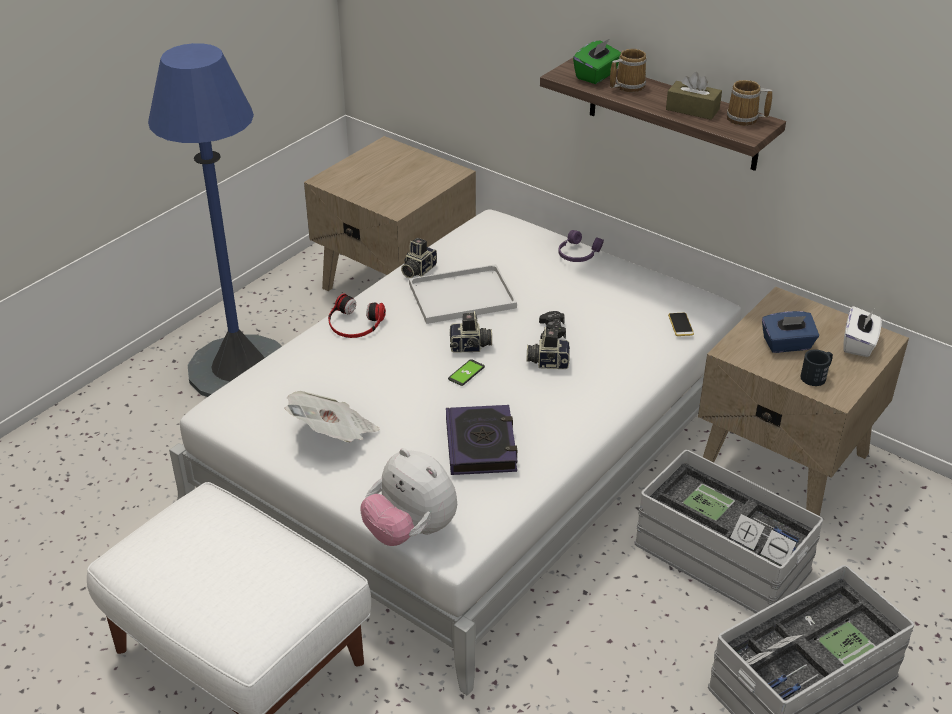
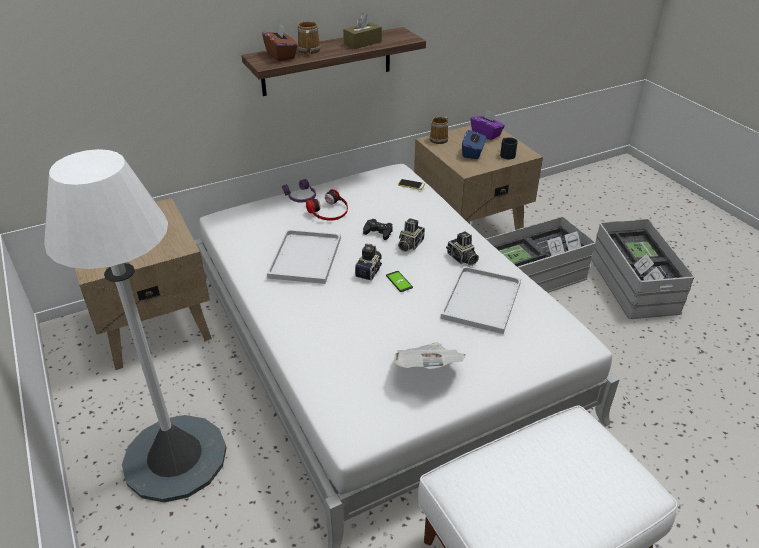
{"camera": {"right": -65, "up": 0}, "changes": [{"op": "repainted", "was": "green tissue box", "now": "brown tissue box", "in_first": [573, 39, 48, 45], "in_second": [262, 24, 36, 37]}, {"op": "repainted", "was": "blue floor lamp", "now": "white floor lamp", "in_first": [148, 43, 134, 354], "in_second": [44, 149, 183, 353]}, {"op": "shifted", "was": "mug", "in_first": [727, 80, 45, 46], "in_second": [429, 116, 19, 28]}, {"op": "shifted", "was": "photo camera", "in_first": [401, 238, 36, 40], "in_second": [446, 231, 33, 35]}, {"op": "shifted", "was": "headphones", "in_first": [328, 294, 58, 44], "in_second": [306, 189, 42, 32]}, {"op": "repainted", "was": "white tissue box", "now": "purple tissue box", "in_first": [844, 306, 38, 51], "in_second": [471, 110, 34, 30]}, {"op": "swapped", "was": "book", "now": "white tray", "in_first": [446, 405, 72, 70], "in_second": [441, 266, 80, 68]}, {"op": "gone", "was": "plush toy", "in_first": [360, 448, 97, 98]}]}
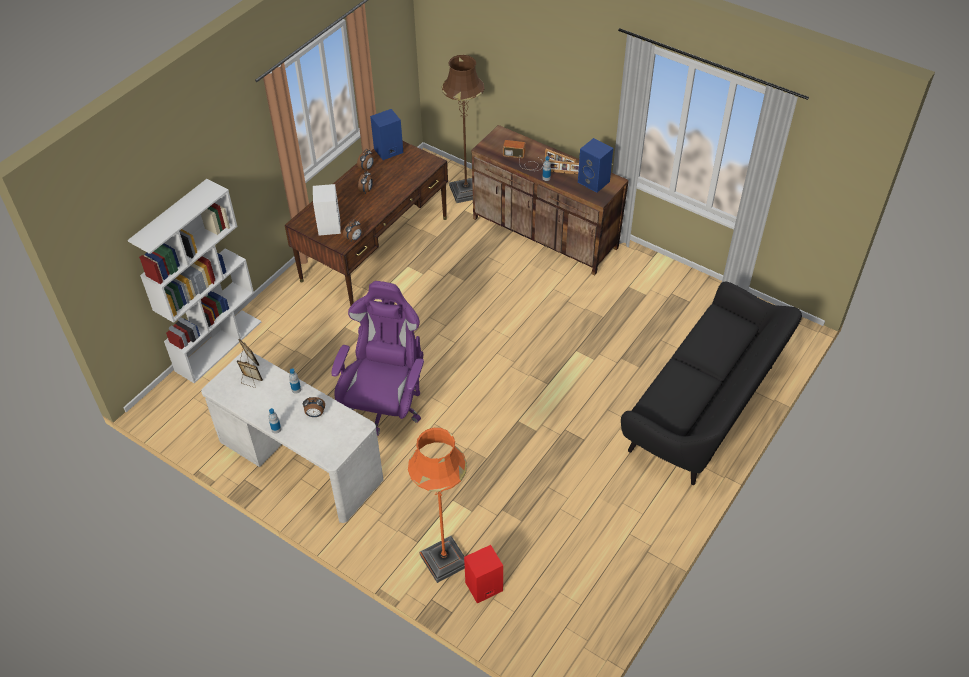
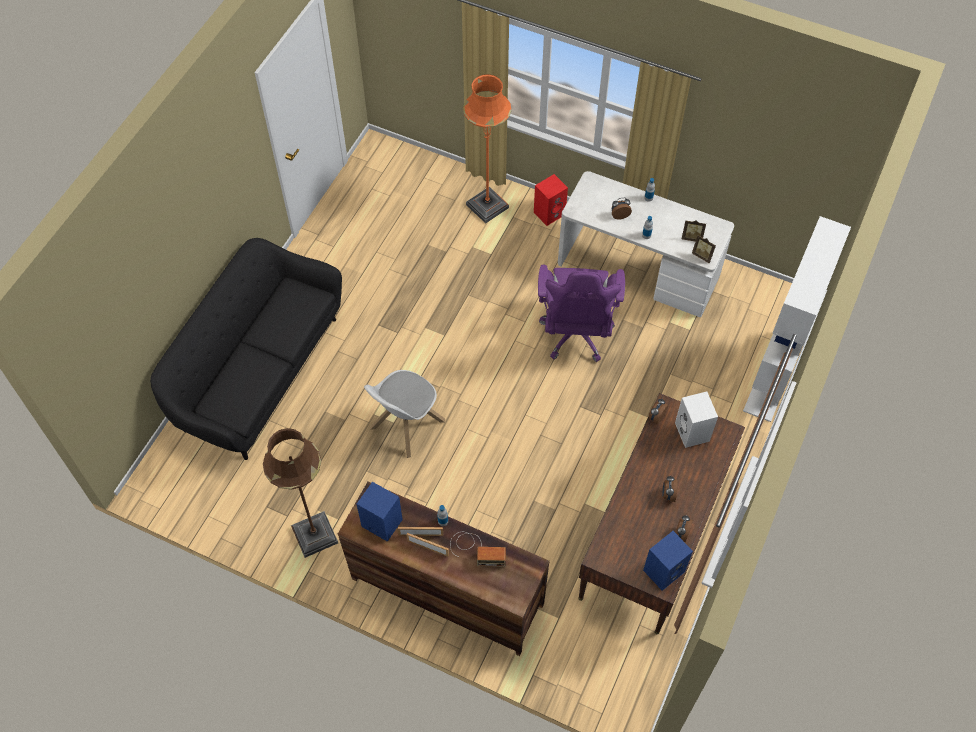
{"camera": {"right": 170, "up": 10}, "changes": [{"op": "shifted", "was": "brown floor lamp", "in_first": [442, 55, 42, 148], "in_second": [263, 428, 75, 130]}, {"op": "shifted", "was": "red speaker", "in_first": [464, 545, 39, 58], "in_second": [534, 174, 34, 52]}, {"op": "new", "now": "chair", "in_second": [364, 370, 81, 88]}]}
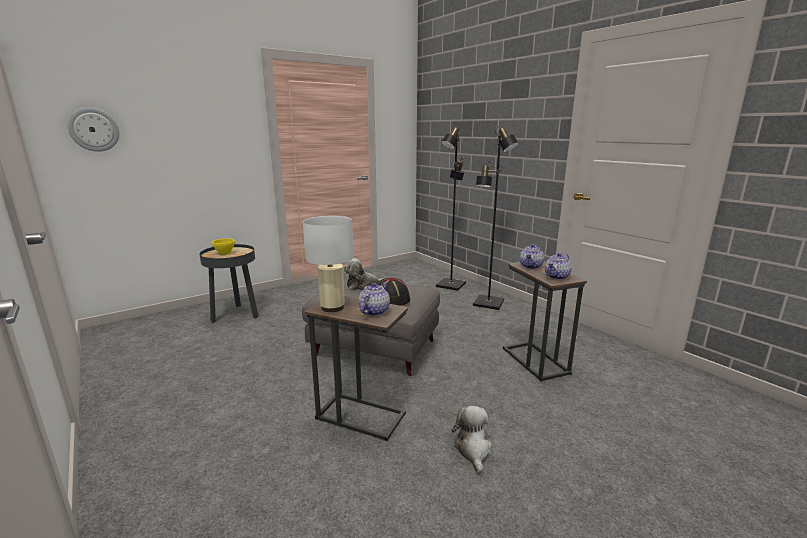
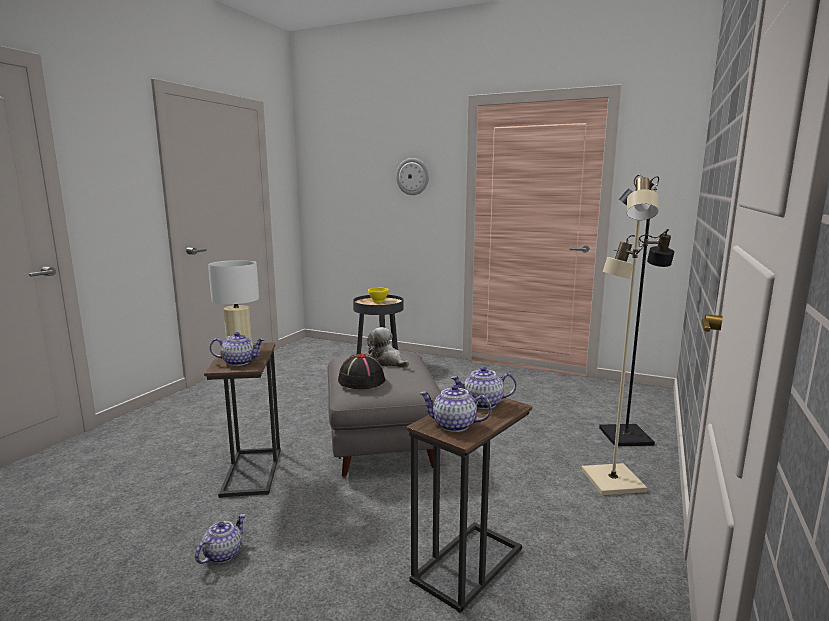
{"camera": {"right": 60, "up": -5}, "changes": [{"op": "shifted", "was": "wall clock", "in_first": [68, 108, 52, 44], "in_second": [396, 158, 33, 37]}, {"op": "repainted", "was": "black floor lamp", "now": "beige floor lamp", "in_first": [473, 126, 46, 184], "in_second": [581, 174, 77, 321]}, {"op": "swapped", "was": "plush toy", "now": "teapot", "in_first": [452, 406, 40, 68], "in_second": [195, 514, 51, 50]}]}
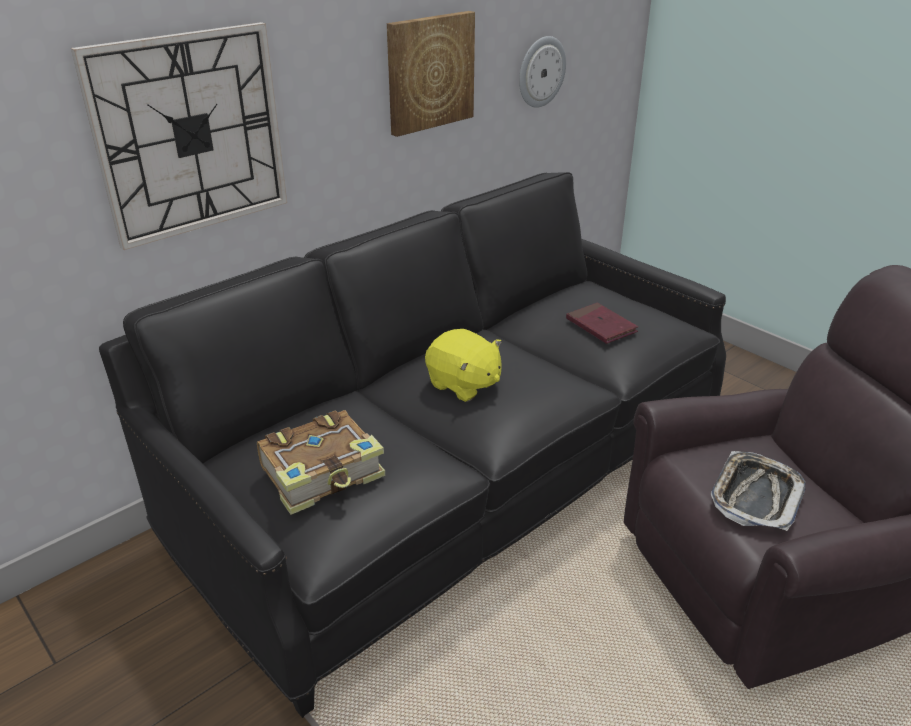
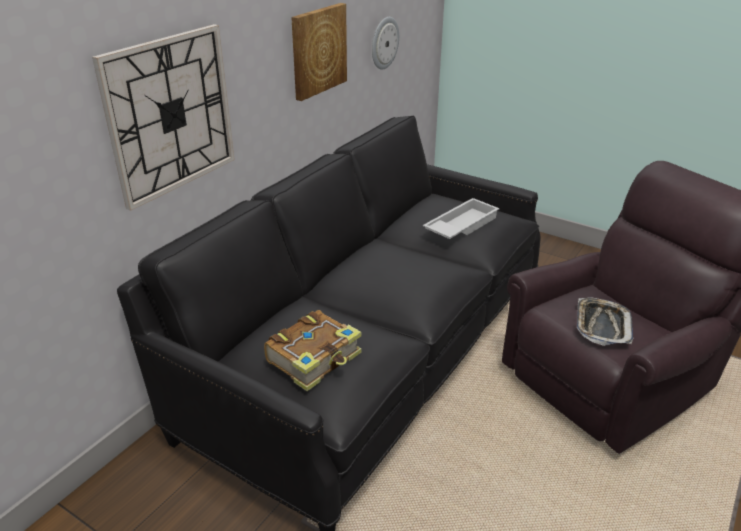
{"camera": {"right": -15, "up": 0}, "changes": [{"op": "swapped", "was": "red book", "now": "white tray", "in_first": [566, 303, 72, 41], "in_second": [423, 198, 76, 41]}, {"op": "gone", "was": "yellow plush toy", "in_first": [425, 329, 77, 73]}]}
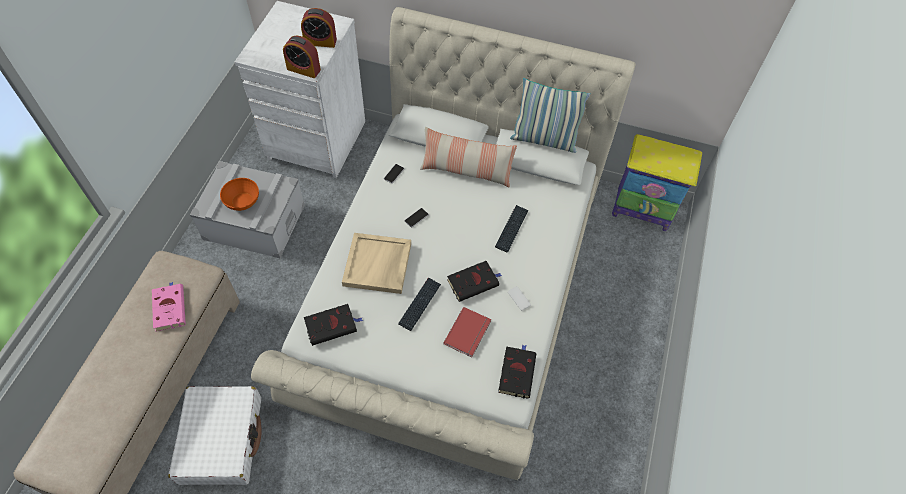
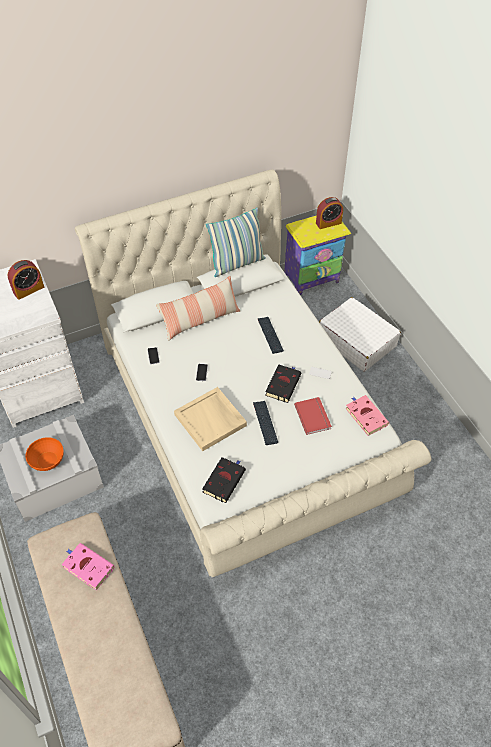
{"camera": {"right": -40, "up": -5}, "changes": [{"op": "shifted", "was": "alarm clock", "in_first": [283, 36, 38, 42], "in_second": [316, 197, 27, 32]}, {"op": "repainted", "was": "black book", "now": "pink book", "in_first": [498, 344, 39, 55], "in_second": [345, 395, 44, 41]}, {"op": "shifted", "was": "white suitcase", "in_first": [168, 386, 94, 99], "in_second": [319, 297, 82, 74]}]}
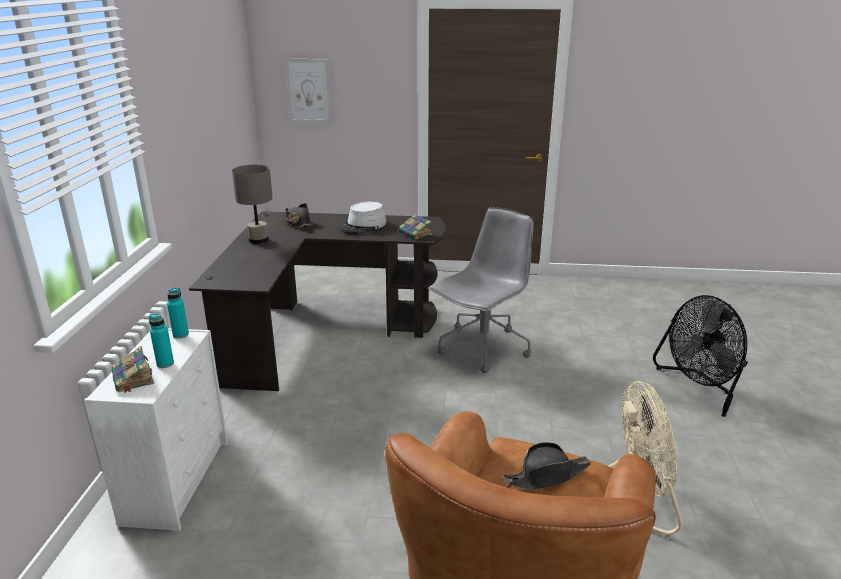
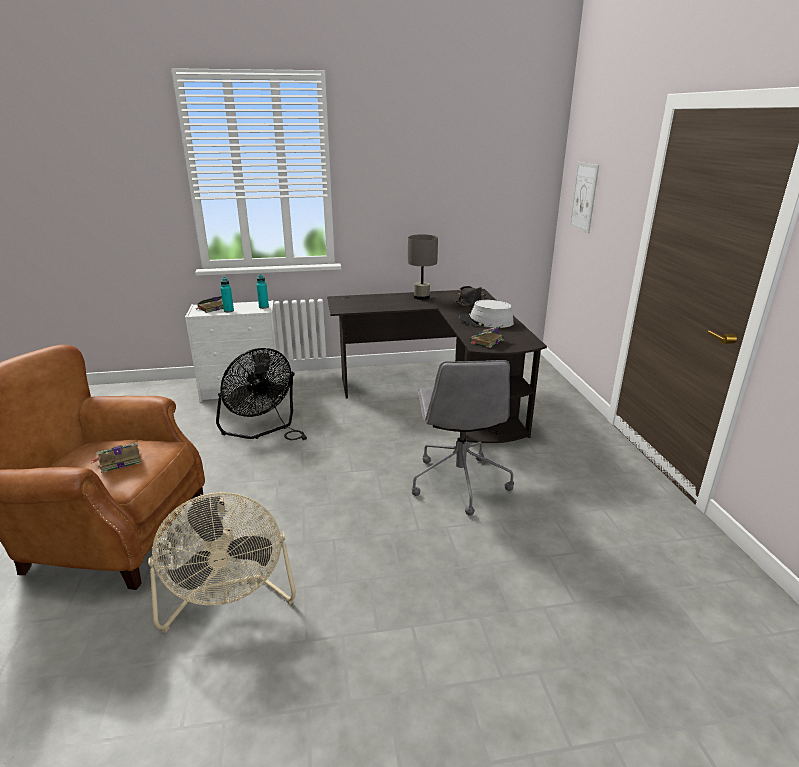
{"camera": {"right": 75, "up": 0}, "changes": [{"op": "rotated", "was": "grey office chair", "in_first": [428, 207, 106, 166], "in_second": [412, 360, 102, 156], "clockwise": 60}, {"op": "shifted", "was": "black fan", "in_first": [653, 295, 95, 122], "in_second": [216, 348, 91, 92]}, {"op": "swapped", "was": "black hat", "now": "book", "in_first": [503, 442, 88, 48], "in_second": [91, 442, 51, 31]}]}
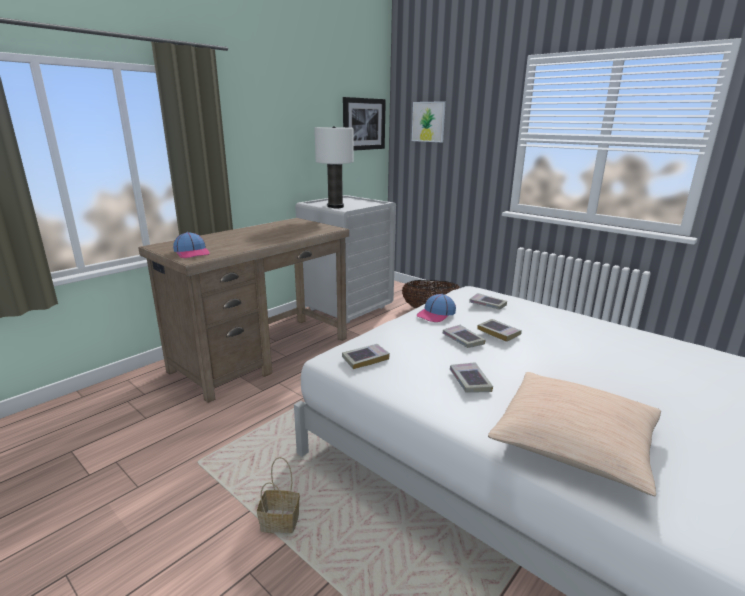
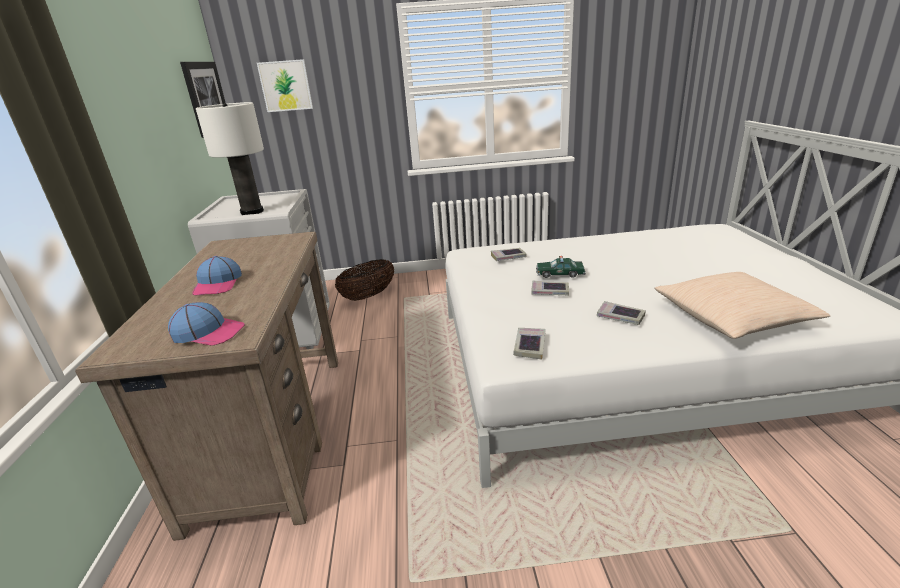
{"camera": {"right": -45, "up": 5}, "changes": [{"op": "shifted", "was": "cap", "in_first": [417, 294, 39, 28], "in_second": [192, 256, 50, 40]}, {"op": "swapped", "was": "book", "now": "toy car", "in_first": [477, 319, 45, 23], "in_second": [536, 256, 50, 22]}, {"op": "gone", "was": "basket", "in_first": [257, 457, 43, 76]}]}
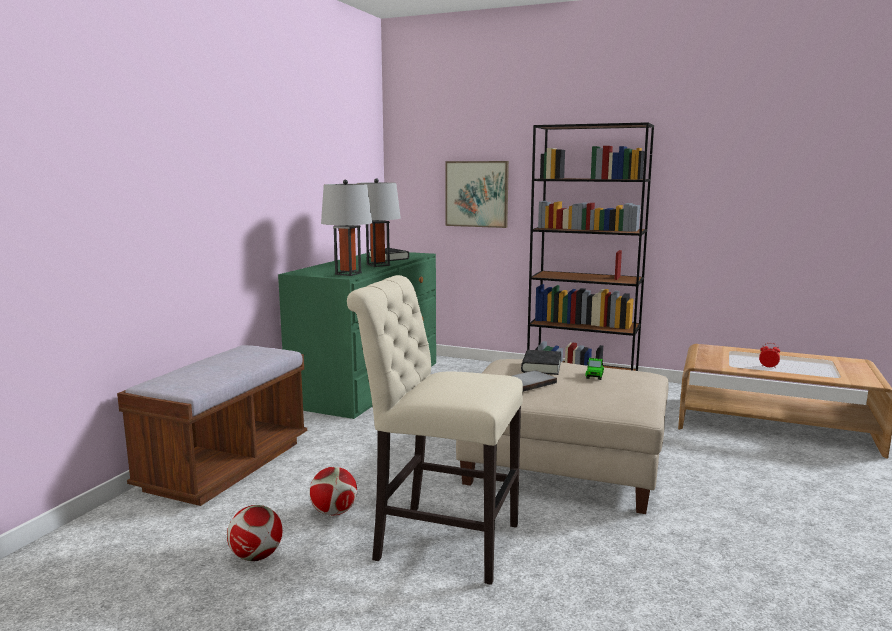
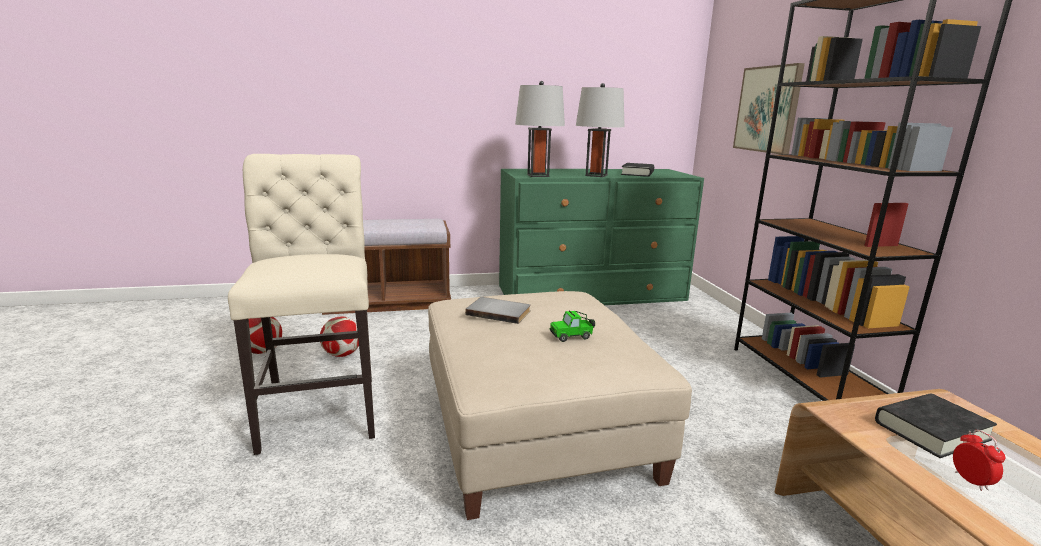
{"camera": {"right": 55, "up": 5}, "changes": [{"op": "shifted", "was": "black book", "in_first": [521, 350, 40, 25], "in_second": [875, 393, 122, 65]}]}
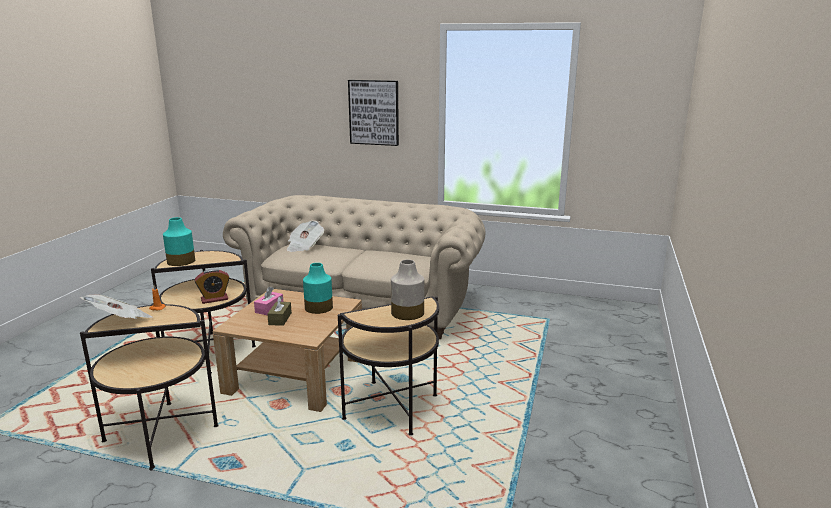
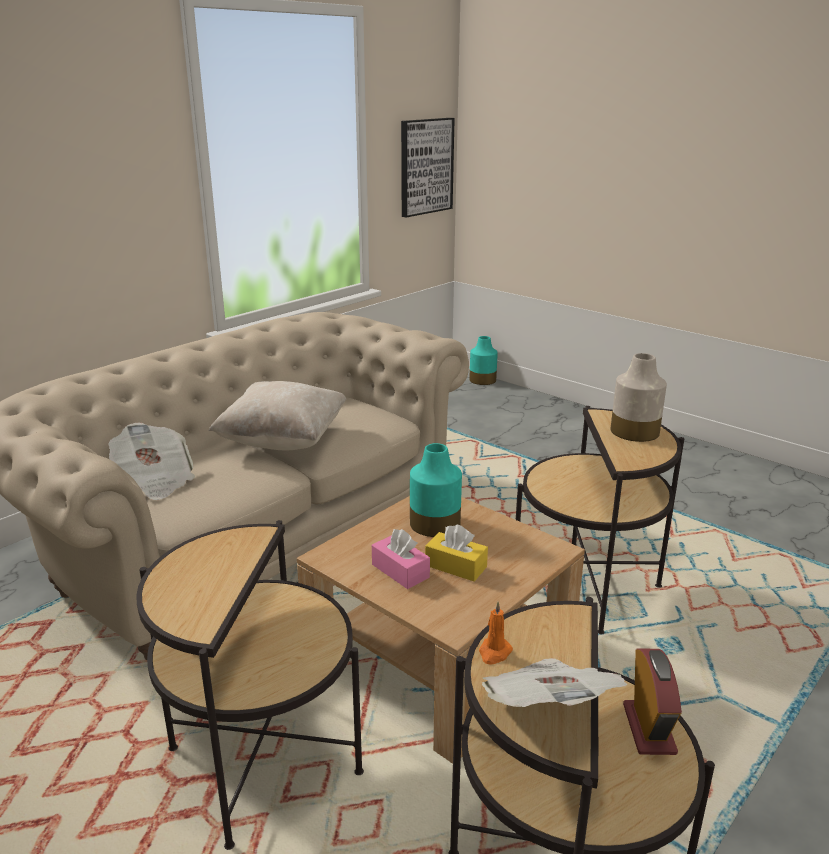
{"camera": {"right": -65, "up": 5}, "changes": [{"op": "shifted", "was": "picture", "in_first": [348, 80, 51, 66], "in_second": [401, 118, 54, 100]}, {"op": "shifted", "was": "turquoise vase", "in_first": [163, 217, 32, 49], "in_second": [469, 336, 29, 49]}, {"op": "shifted", "was": "alarm clock", "in_first": [195, 269, 35, 35], "in_second": [623, 649, 59, 106]}, {"op": "repainted", "was": "brown tissue box", "now": "yellow tissue box", "in_first": [267, 296, 25, 30], "in_second": [425, 525, 63, 56]}, {"op": "new", "now": "beige pillow", "in_second": [208, 381, 138, 69]}]}
